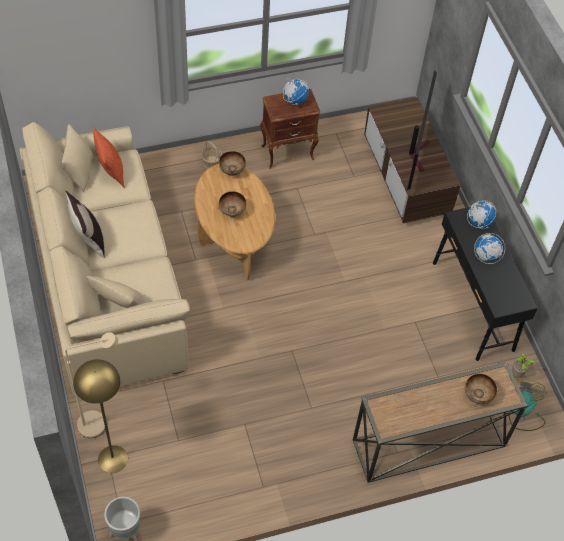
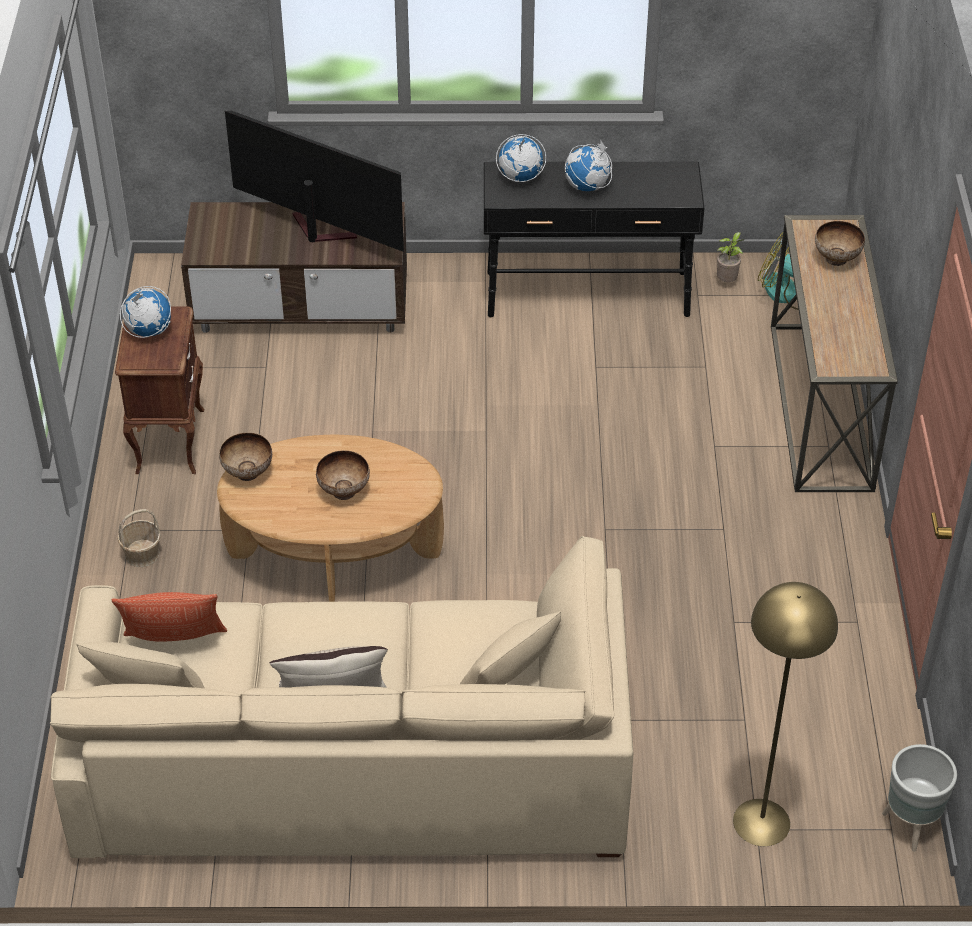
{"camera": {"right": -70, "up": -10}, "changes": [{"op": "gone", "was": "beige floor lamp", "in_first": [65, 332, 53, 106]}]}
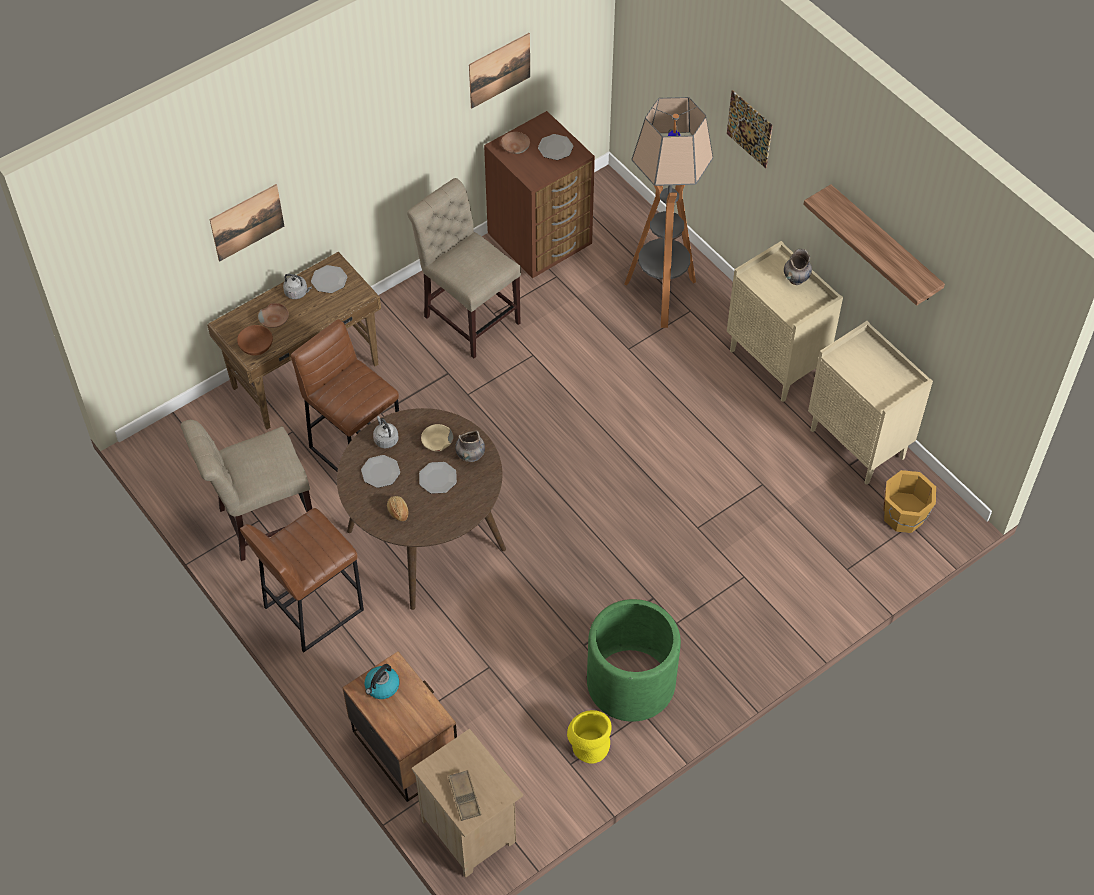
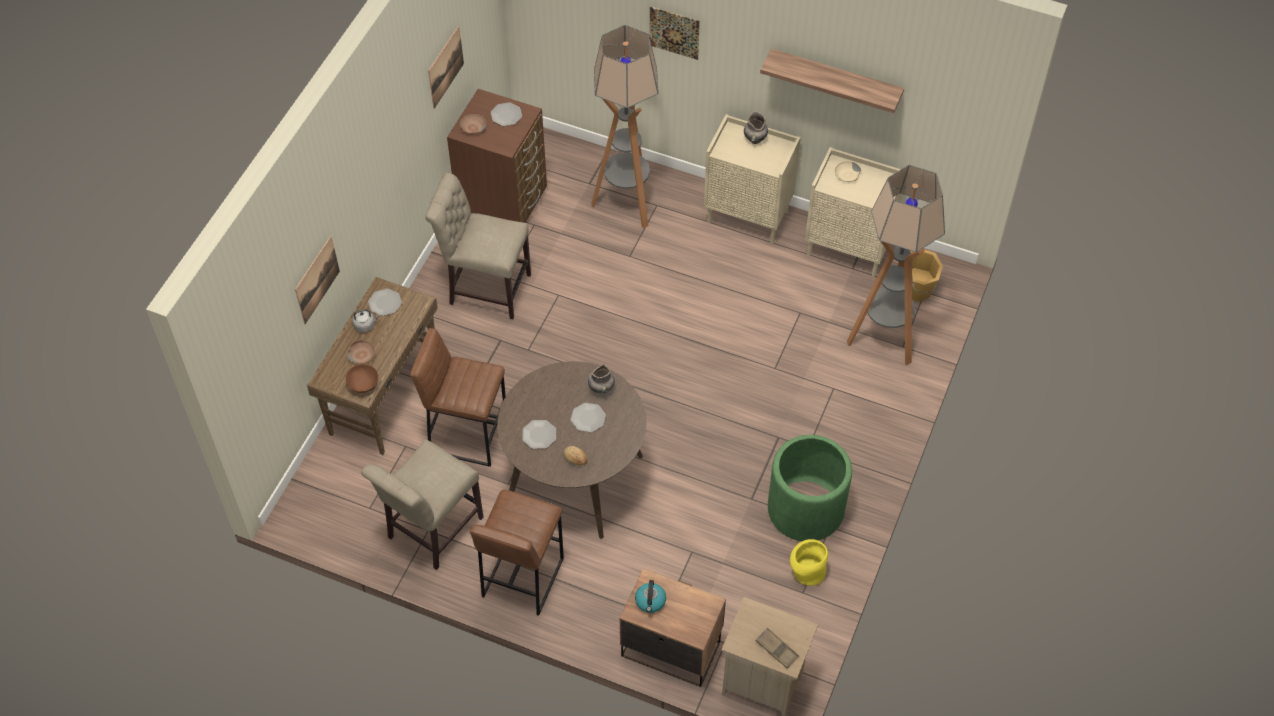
{"camera": {"right": -30, "up": 0}, "changes": [{"op": "gone", "was": "grey kettle", "in_first": [373, 416, 25, 32]}, {"op": "shifted", "was": "beige bowl", "in_first": [421, 424, 32, 27], "in_second": [835, 161, 26, 21]}, {"op": "new", "now": "floor lamp", "in_second": [847, 165, 98, 200]}]}
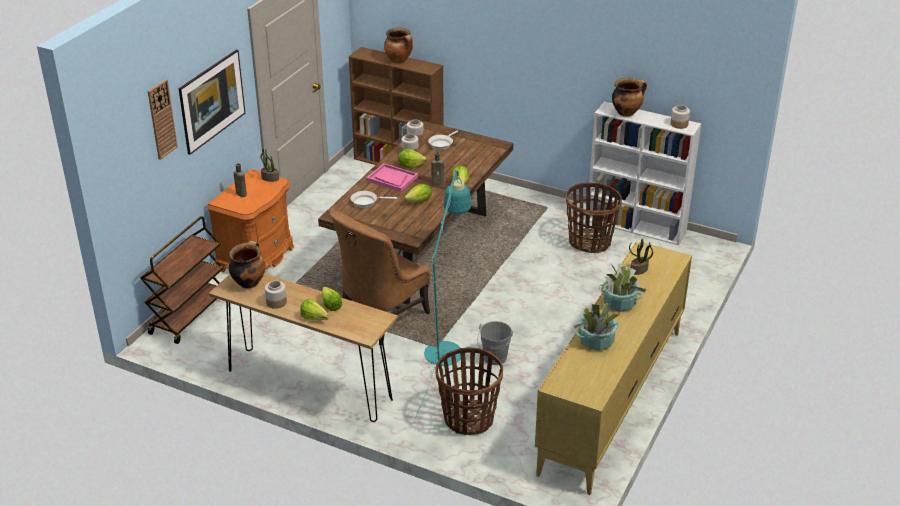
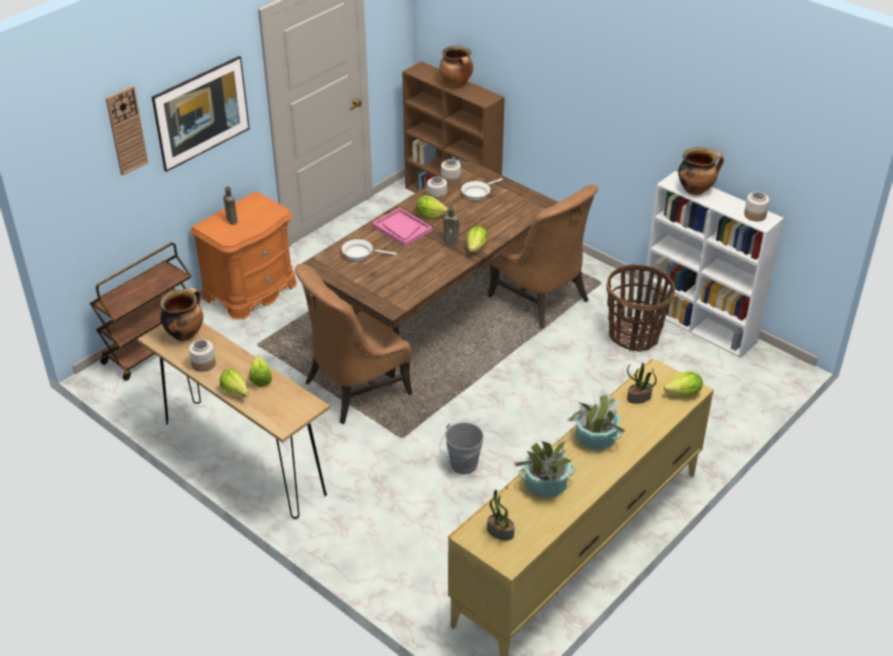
{"camera": {"right": 15, "up": 5}, "changes": [{"op": "shifted", "was": "potted plant", "in_first": [260, 149, 19, 33], "in_second": [487, 490, 28, 51]}, {"op": "gone", "was": "turquoise floor lamp", "in_first": [413, 170, 58, 253]}, {"op": "shifted", "was": "lettuce", "in_first": [404, 184, 28, 19], "in_second": [664, 371, 39, 26]}, {"op": "gone", "was": "basket", "in_first": [435, 347, 68, 88]}, {"op": "new", "now": "brown chair", "in_second": [488, 185, 110, 144]}]}
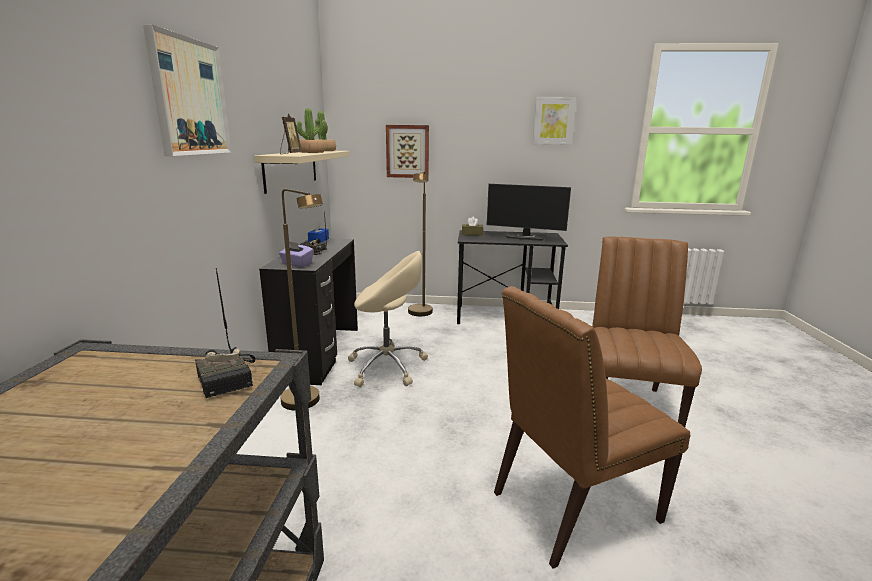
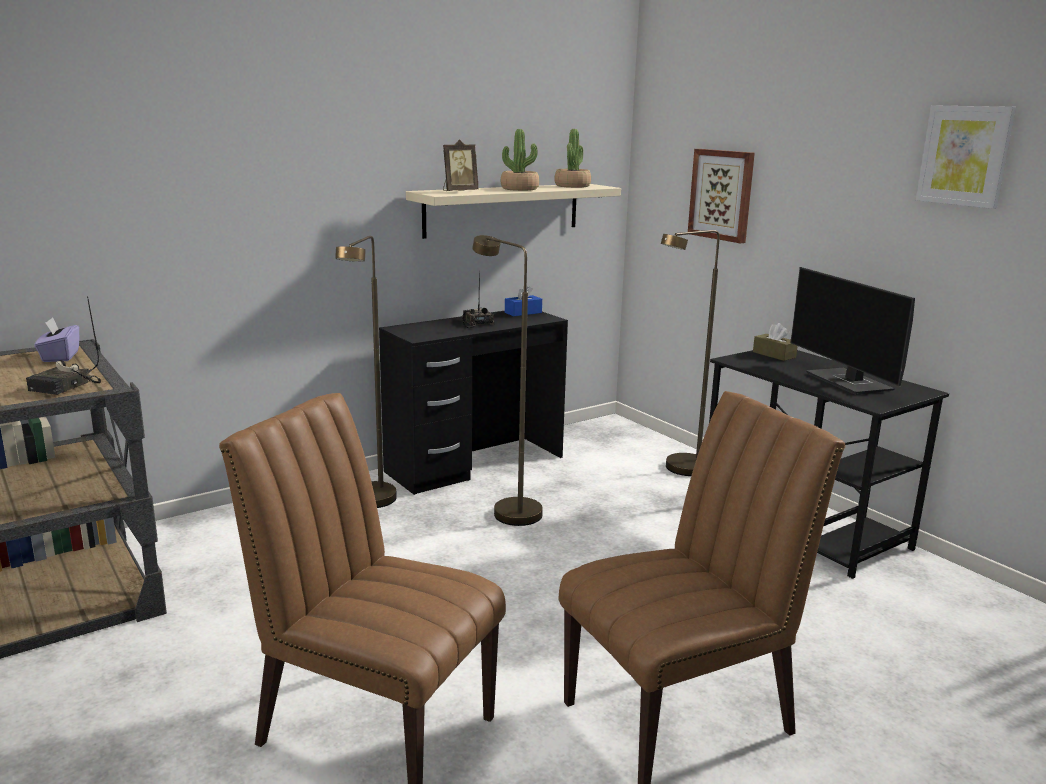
{"camera": {"right": 50, "up": 0}, "changes": [{"op": "gone", "was": "picture", "in_first": [143, 24, 88, 132]}, {"op": "shifted", "was": "purple tissue box", "in_first": [279, 242, 35, 25], "in_second": [34, 317, 45, 45]}, {"op": "swapped", "was": "beige office chair", "now": "brown floor lamp", "in_first": [348, 251, 80, 136], "in_second": [472, 235, 71, 291]}]}
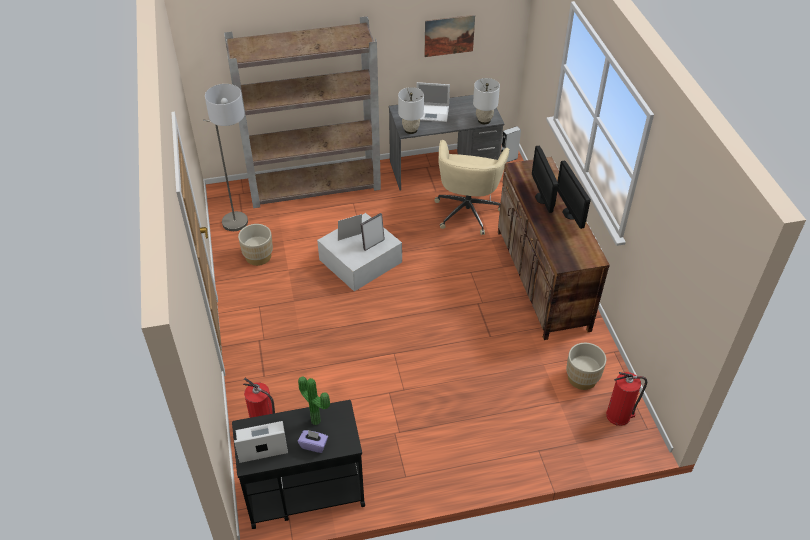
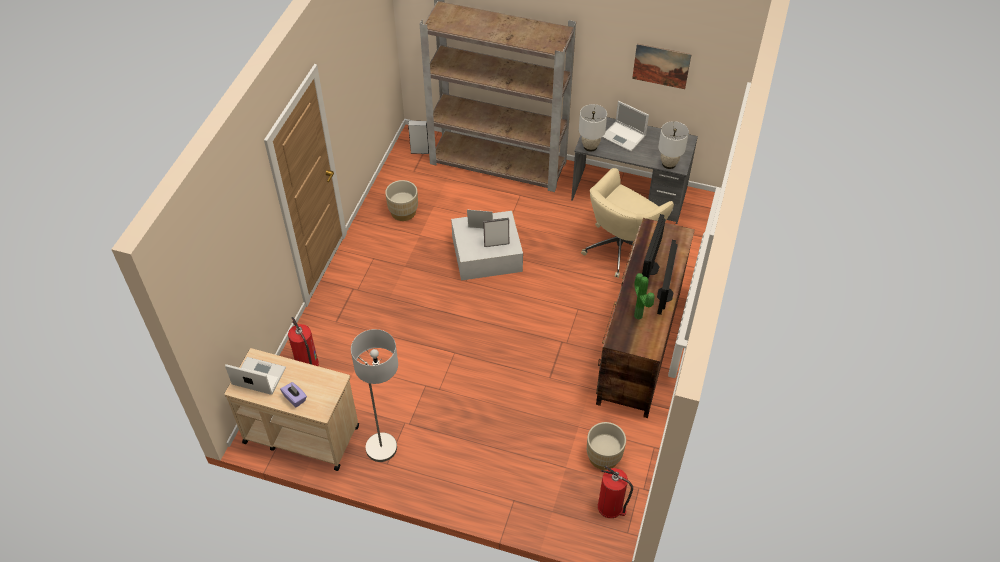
{"camera": {"right": 30, "up": 5}, "changes": [{"op": "shifted", "was": "grey floor lamp", "in_first": [203, 84, 45, 147], "in_second": [351, 329, 47, 133]}, {"op": "shifted", "was": "grey speaker", "in_first": [501, 126, 20, 37], "in_second": [408, 121, 21, 33]}, {"op": "shifted", "was": "potted plant", "in_first": [298, 376, 32, 49], "in_second": [634, 273, 21, 46]}, {"op": "repainted", "was": "black cart", "now": "beige cart", "in_first": [232, 400, 133, 129], "in_second": [224, 348, 135, 123]}]}
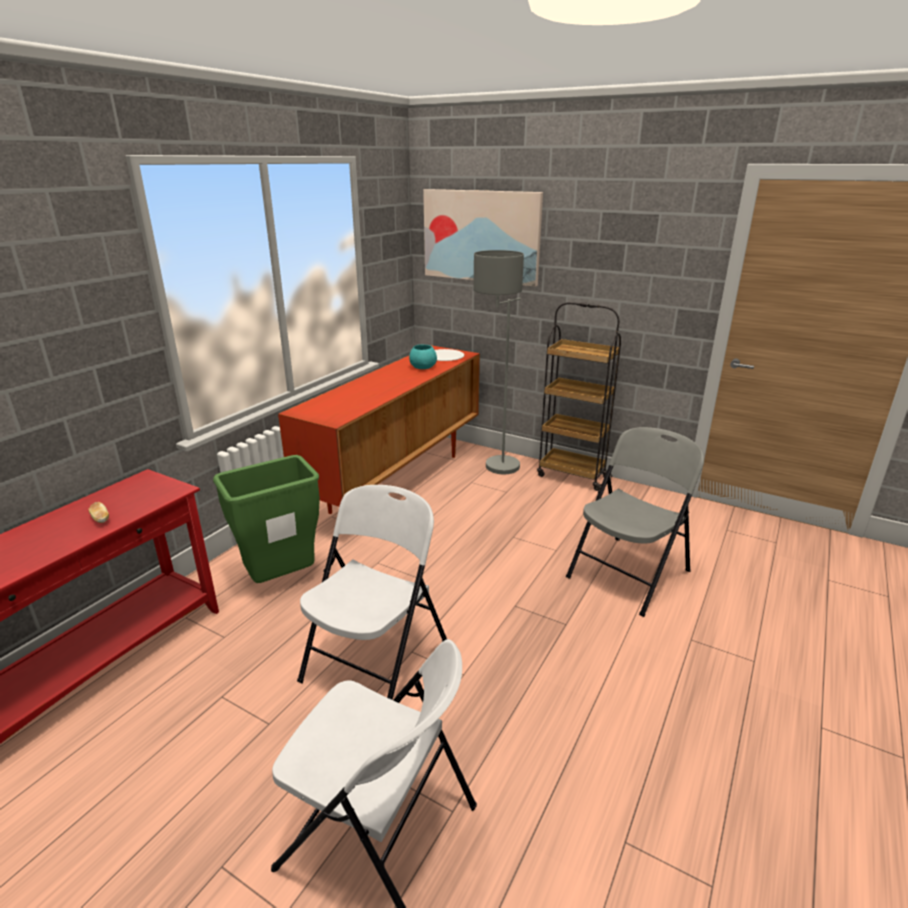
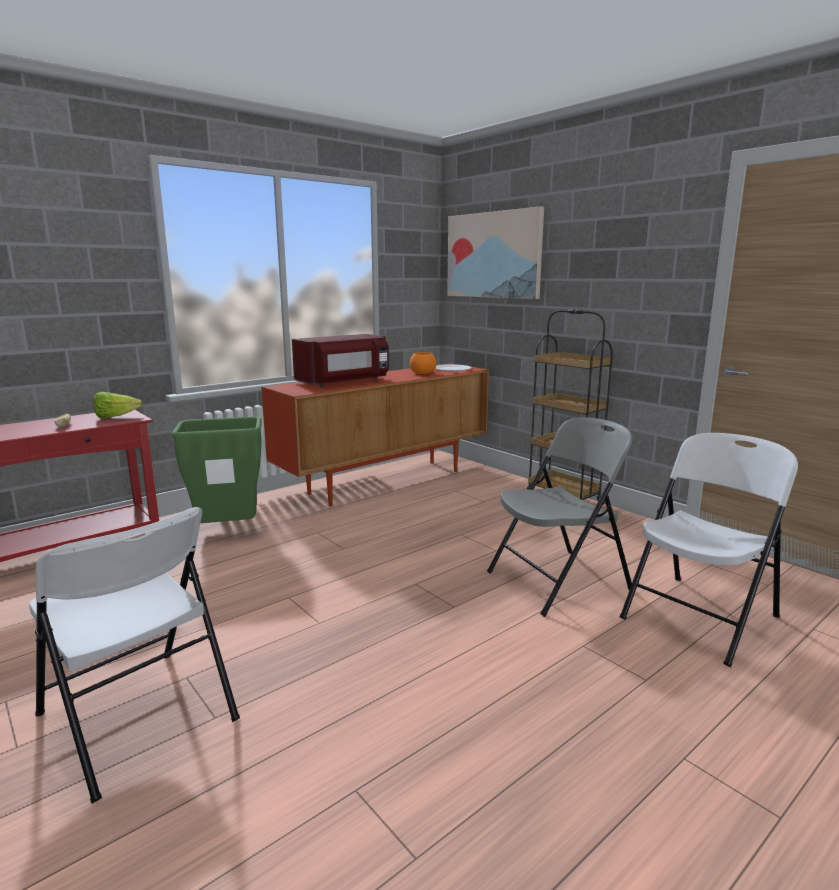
{"camera": {"right": 20, "up": -10}, "changes": [{"op": "gone", "was": "grey floor lamp", "in_first": [474, 250, 50, 224]}, {"op": "repainted", "was": "turquoise bowl", "now": "orange bowl", "in_first": [409, 344, 28, 25], "in_second": [410, 352, 26, 22]}, {"op": "shifted", "was": "white chair", "in_first": [297, 485, 150, 215], "in_second": [619, 433, 179, 234]}, {"op": "new", "now": "red microwave", "in_second": [292, 334, 97, 53]}, {"op": "new", "now": "lettuce", "in_second": [93, 392, 50, 26]}]}
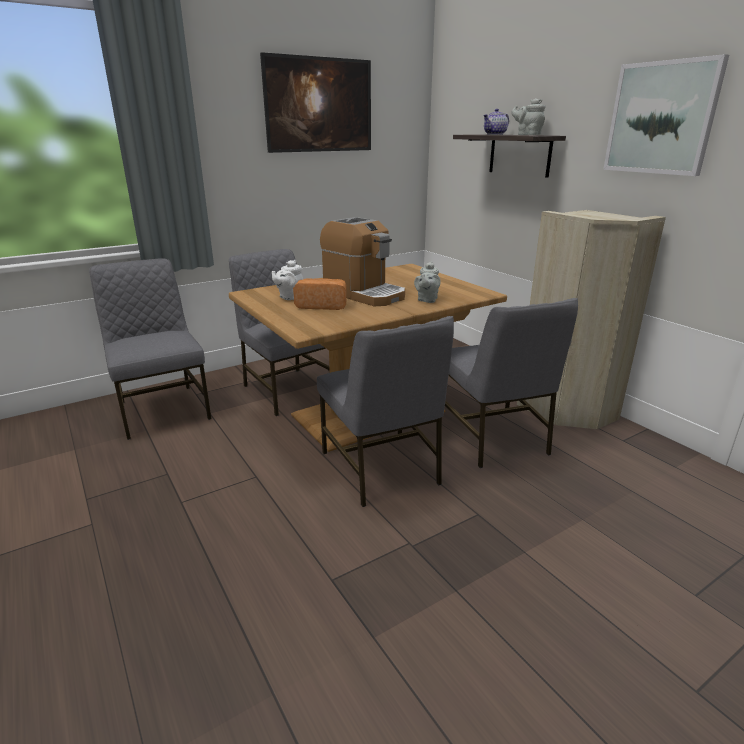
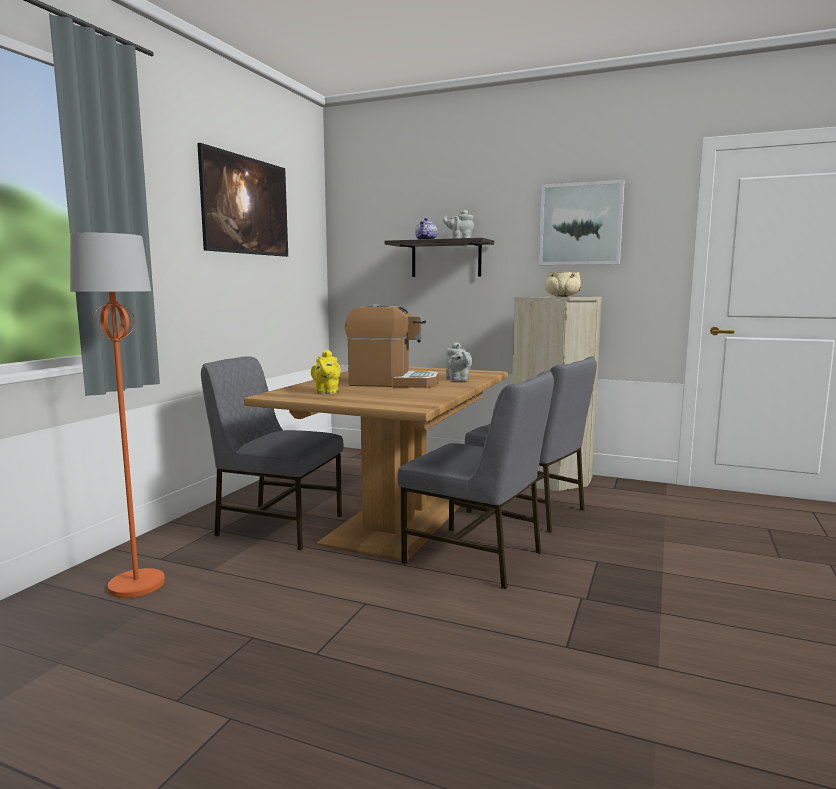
{"camera": {"right": -35, "up": -15}, "changes": [{"op": "swapped", "was": "grey chair", "now": "orange floor lamp", "in_first": [89, 258, 122, 182], "in_second": [70, 233, 95, 365]}, {"op": "repainted", "was": "white teapot", "now": "yellow teapot", "in_first": [272, 260, 31, 40], "in_second": [311, 350, 30, 44]}, {"op": "gone", "was": "bread", "in_first": [293, 278, 54, 32]}, {"op": "new", "now": "beige bowl", "in_second": [545, 272, 36, 25]}]}
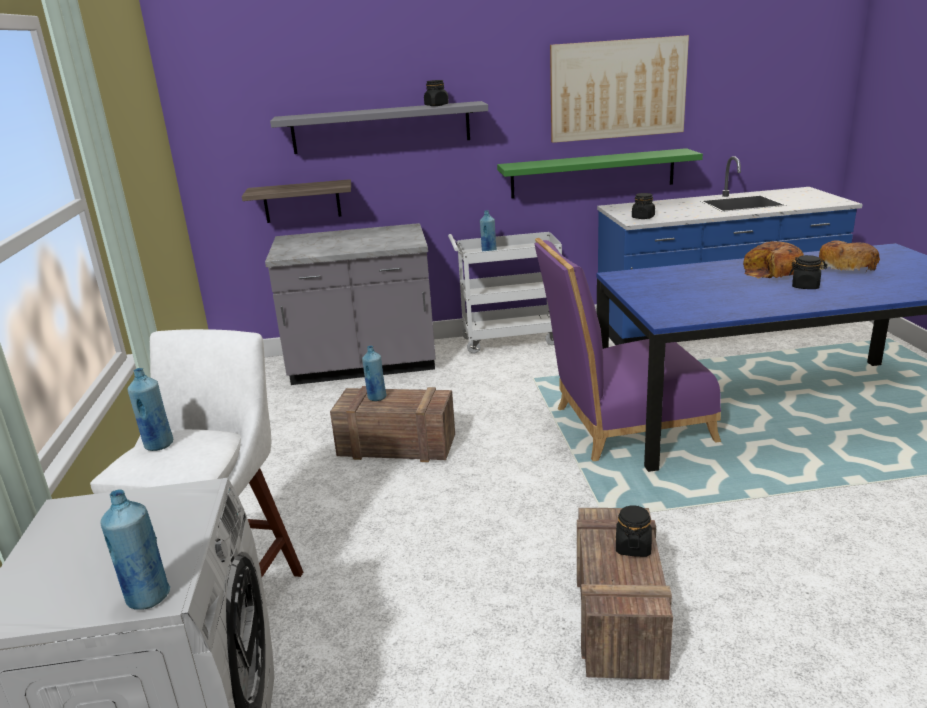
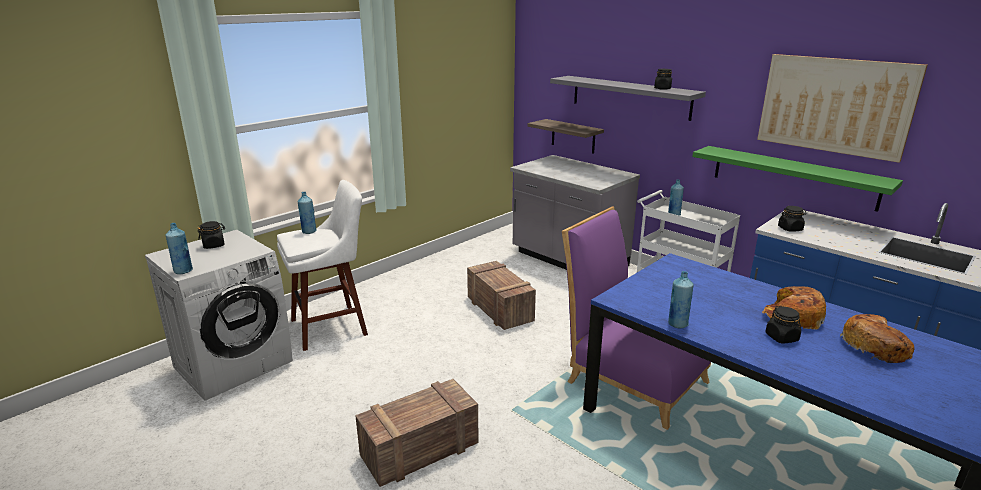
{"camera": {"right": 50, "up": 0}, "changes": [{"op": "shifted", "was": "blue bottle", "in_first": [362, 346, 25, 55], "in_second": [668, 271, 26, 58]}, {"op": "shifted", "was": "black jar", "in_first": [616, 505, 36, 52], "in_second": [197, 221, 28, 28]}]}
